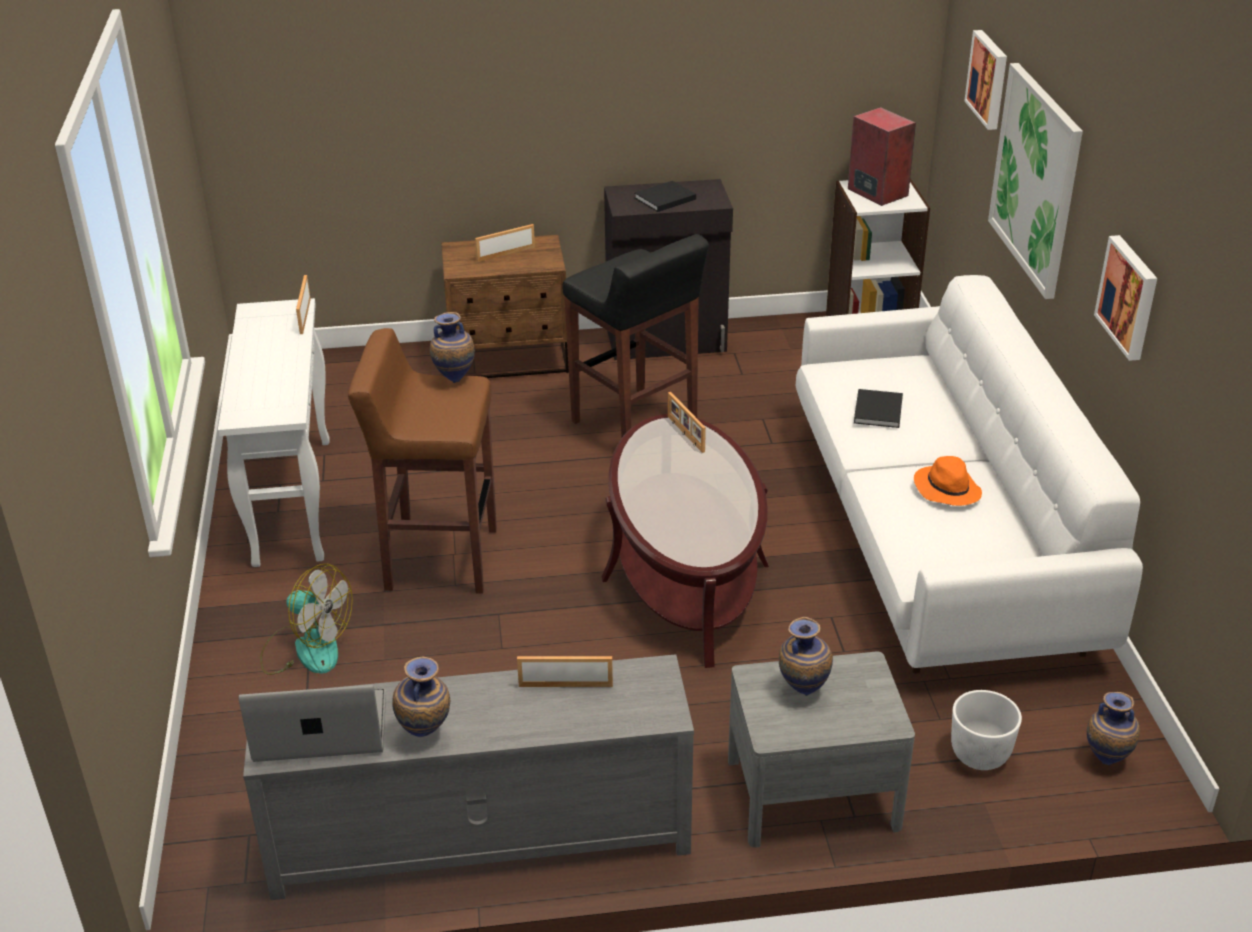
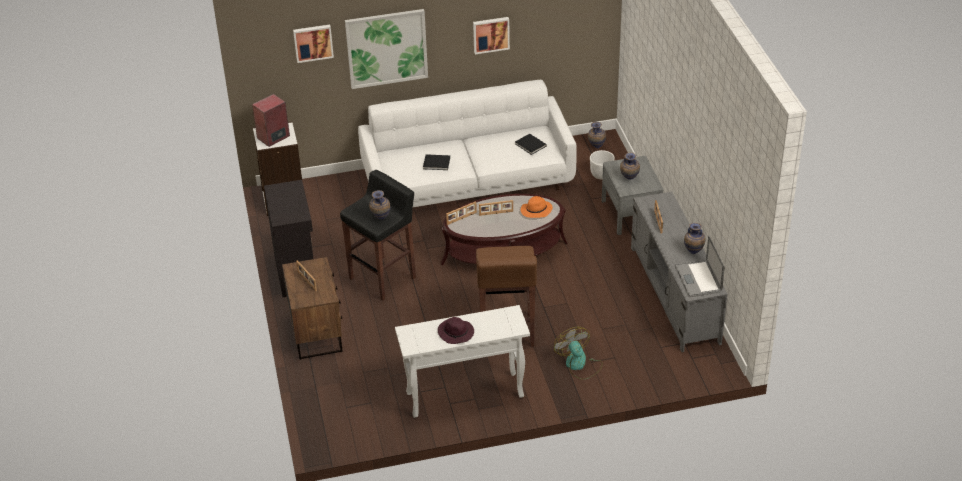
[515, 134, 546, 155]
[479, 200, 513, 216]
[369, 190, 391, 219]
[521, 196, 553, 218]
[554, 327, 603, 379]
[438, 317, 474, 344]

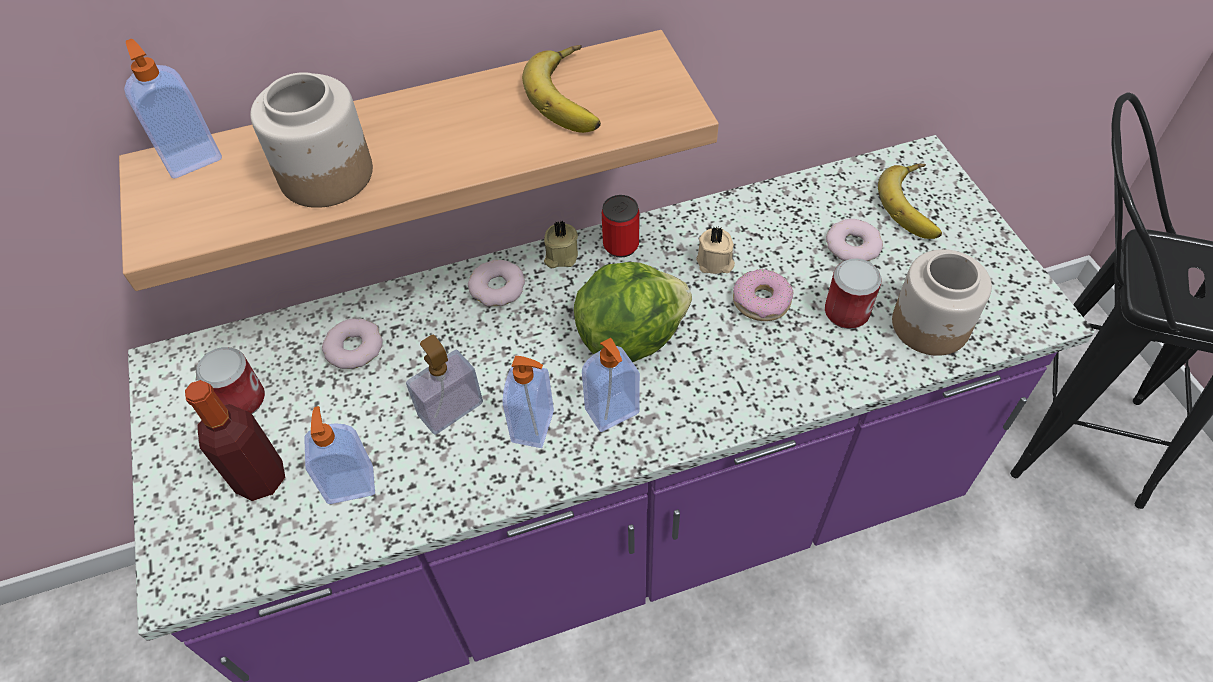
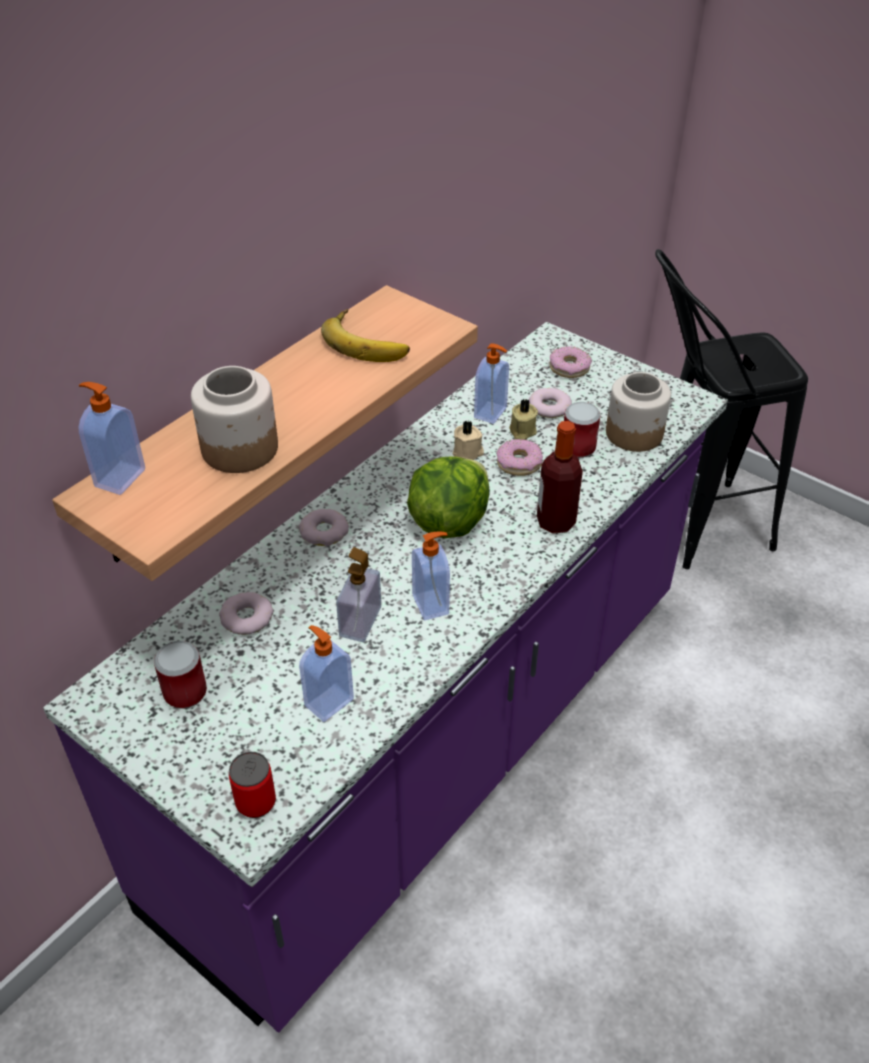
[549, 346, 592, 378]
[229, 752, 276, 818]
[509, 399, 538, 440]
[474, 344, 509, 424]
[537, 421, 583, 534]

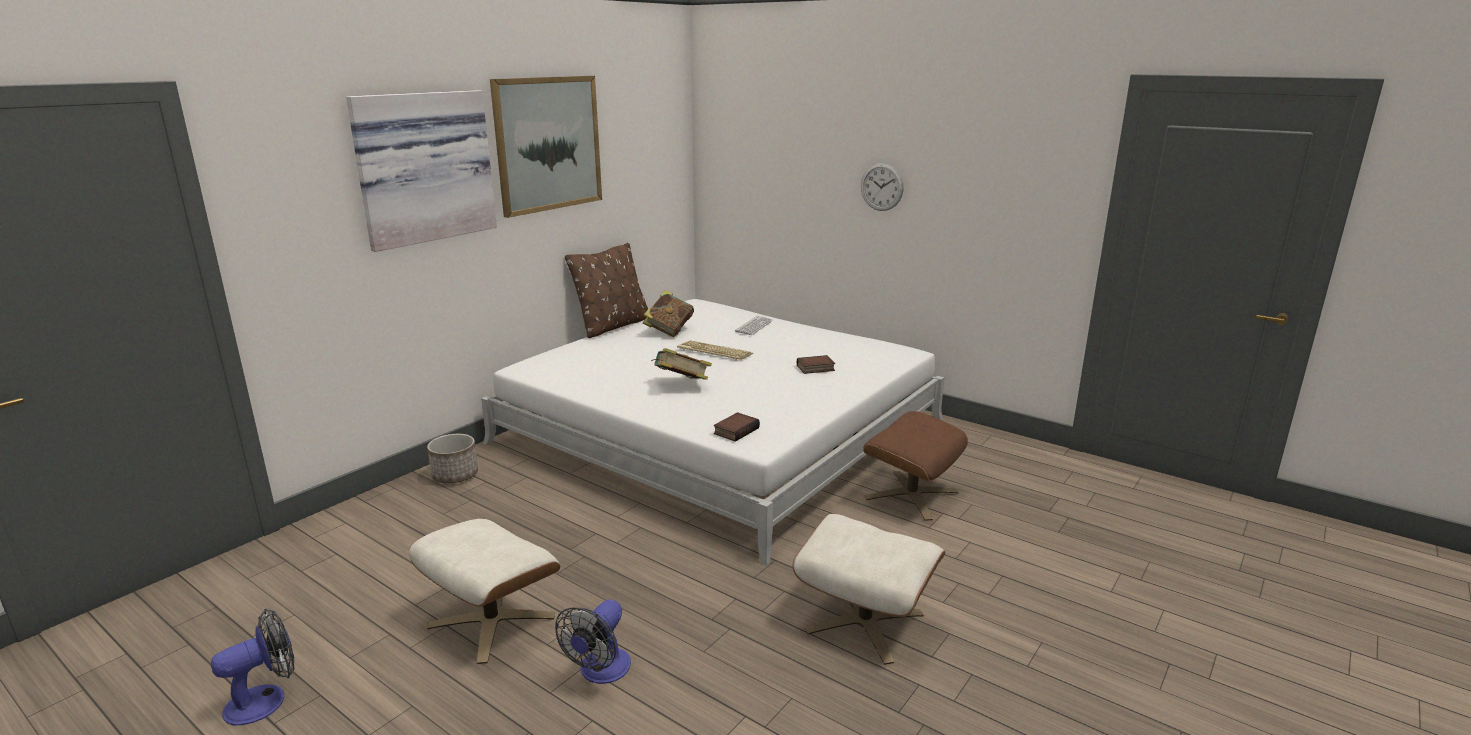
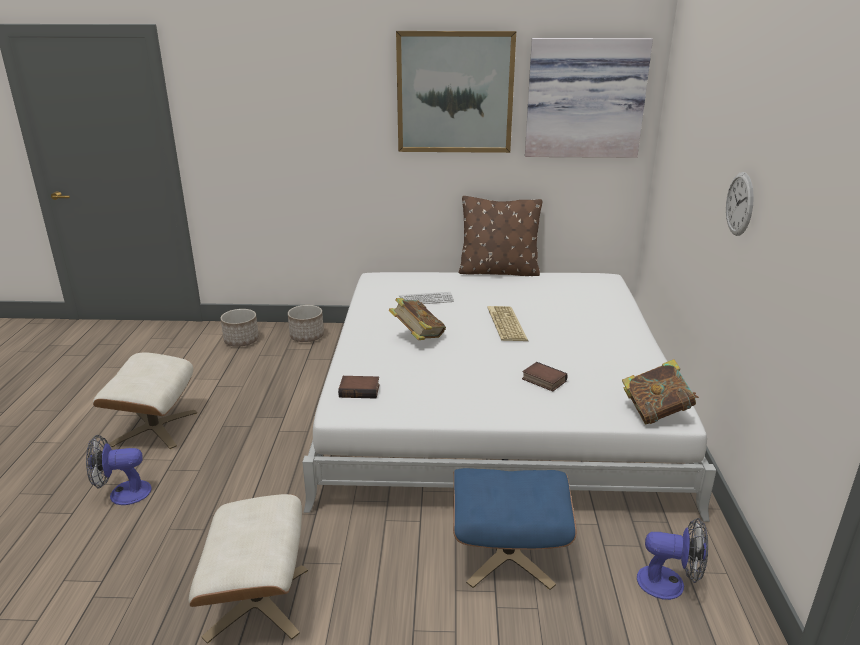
[525, 38, 653, 158]
[622, 359, 699, 425]
[399, 292, 454, 304]
[453, 468, 577, 590]
[637, 518, 708, 600]
[221, 309, 259, 347]

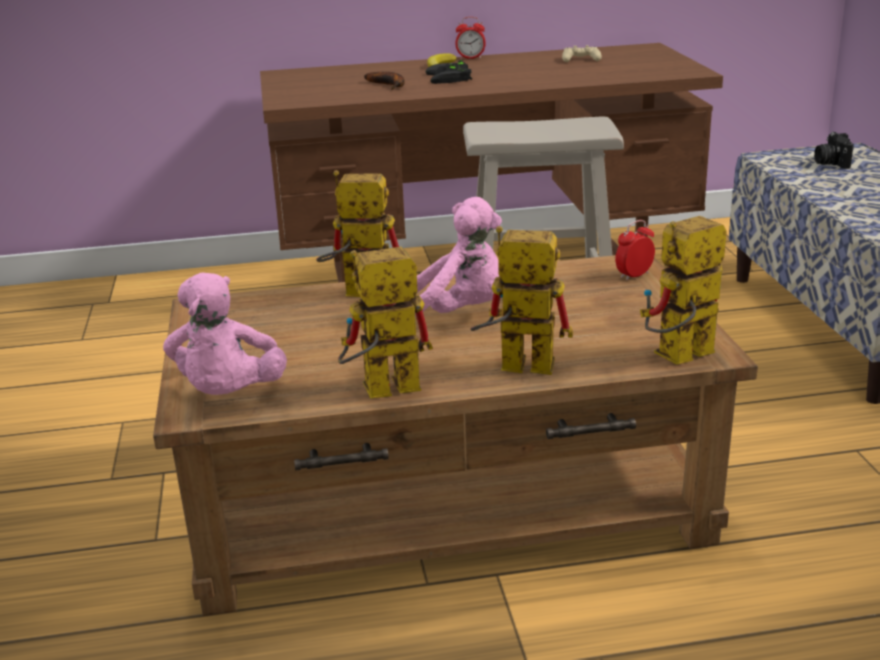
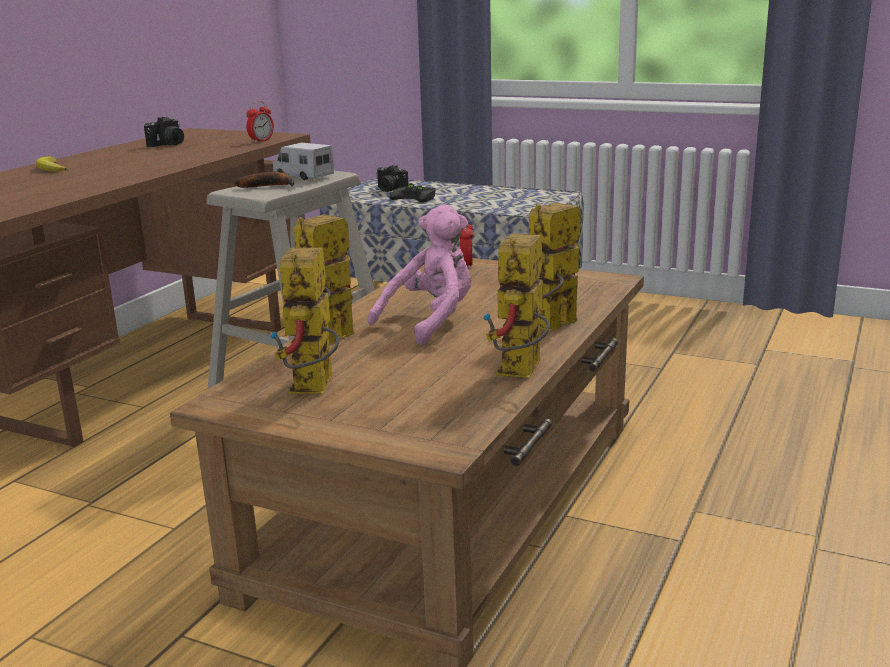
[246, 101, 274, 143]
[144, 117, 184, 147]
[390, 183, 436, 203]
[234, 172, 294, 188]
[269, 248, 340, 394]
[163, 273, 287, 395] (first image)
[273, 143, 334, 180]

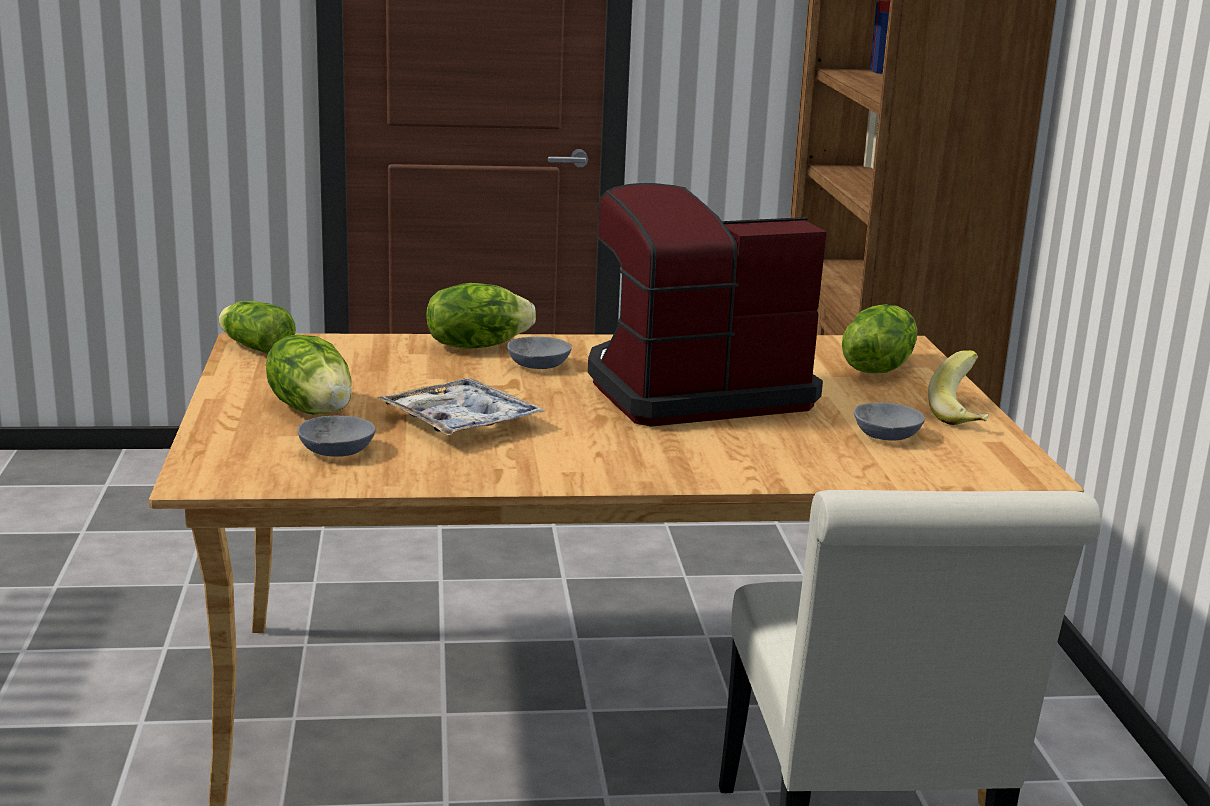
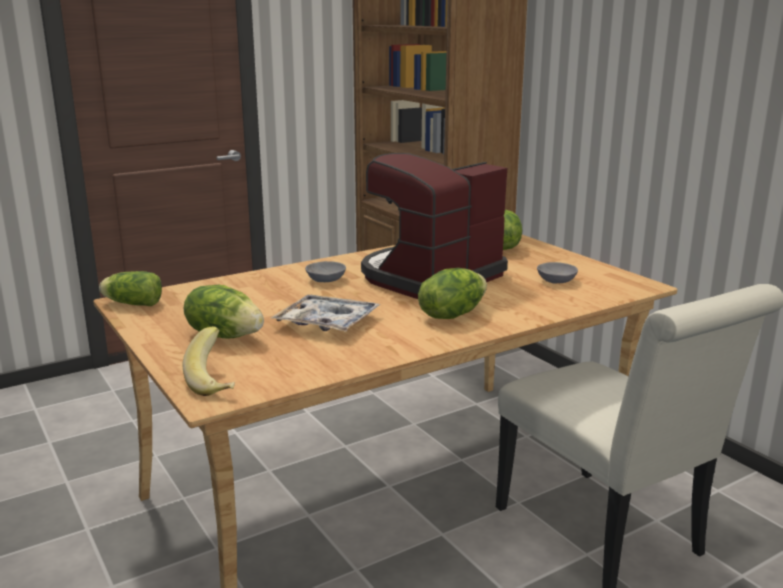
[418, 268, 487, 319]
[183, 326, 235, 396]
[297, 416, 375, 457] (first image)

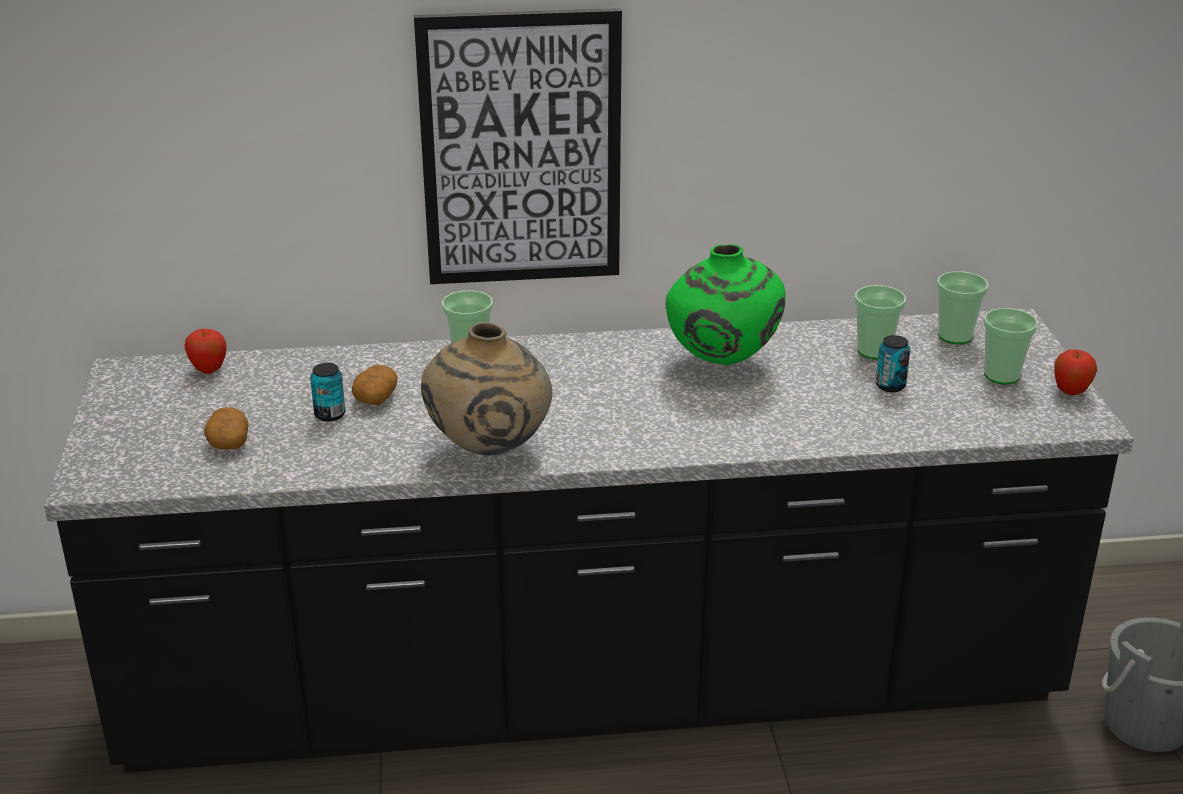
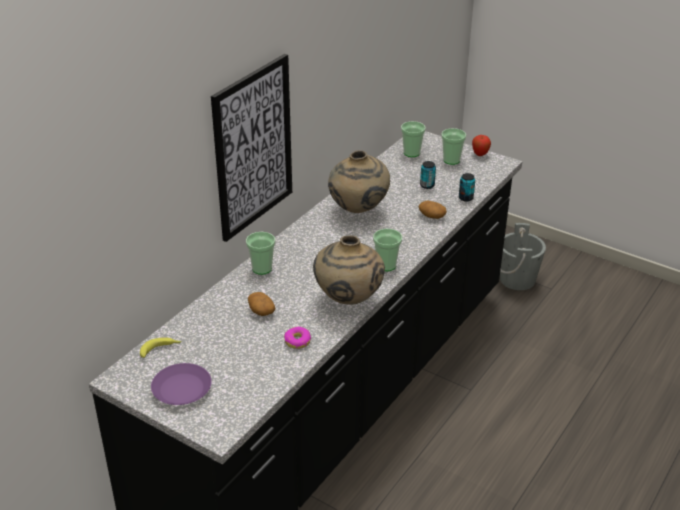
[328, 151, 390, 213]
[373, 229, 402, 271]
[140, 337, 181, 358]
[459, 173, 475, 202]
[419, 201, 447, 219]
[284, 327, 311, 349]
[151, 363, 212, 405]

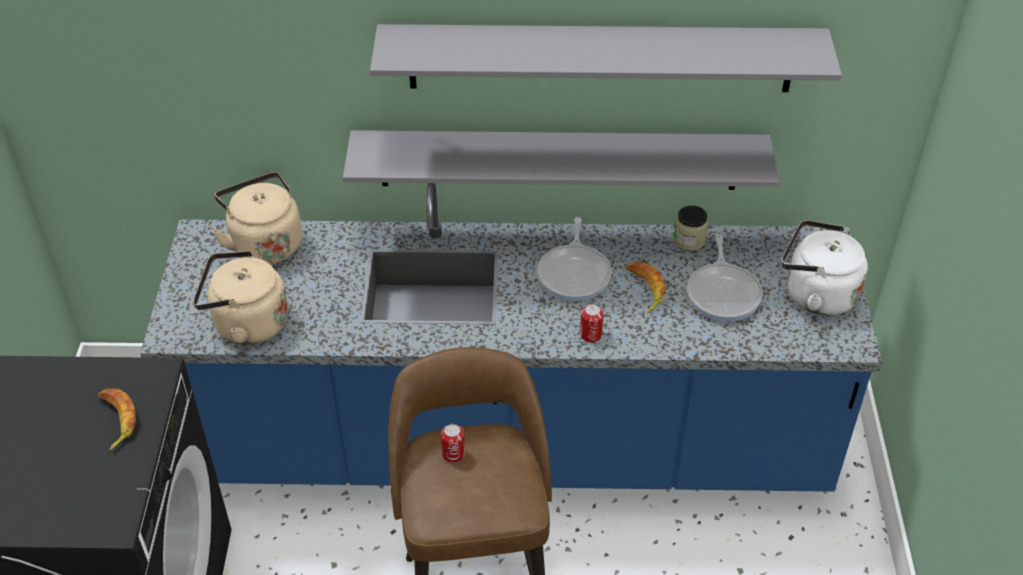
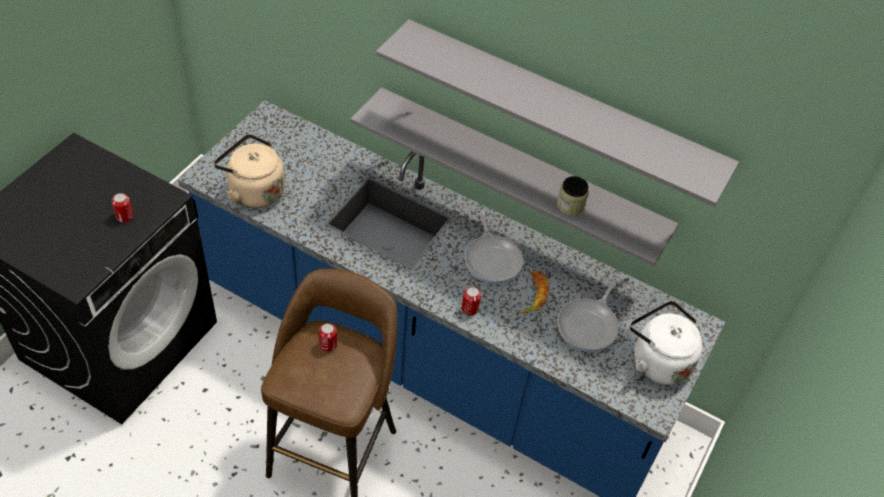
[212, 172, 302, 264] (first image)
[557, 176, 589, 216]
[465, 212, 523, 284]
[112, 193, 134, 223]

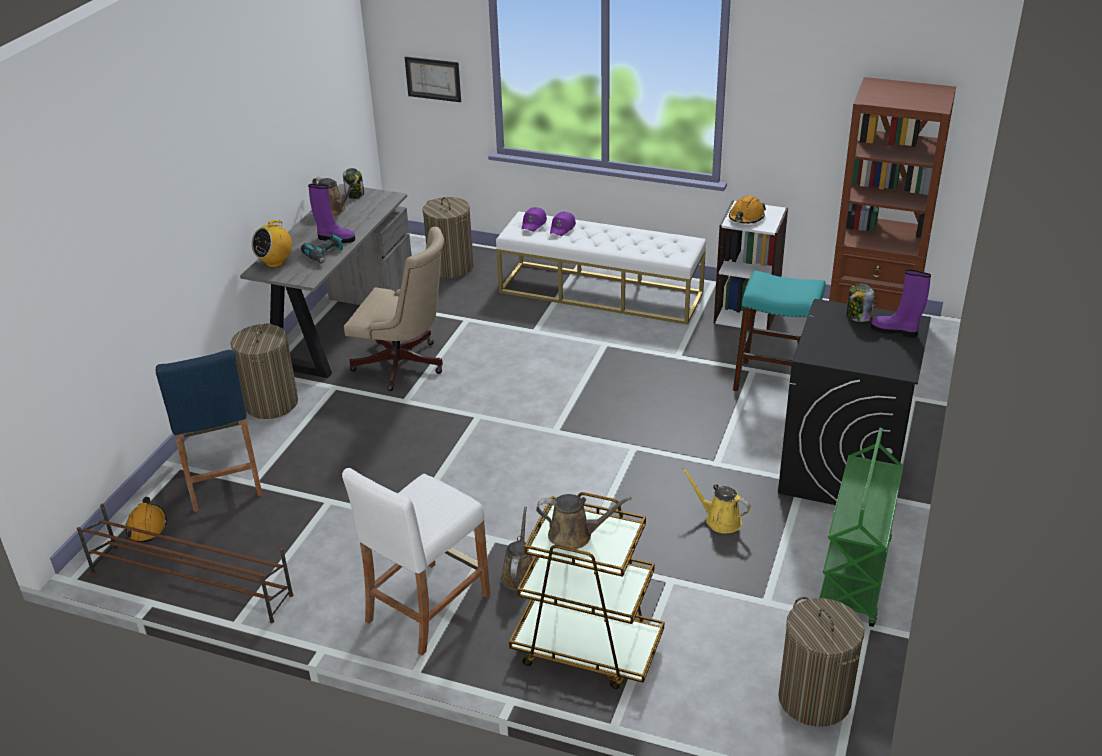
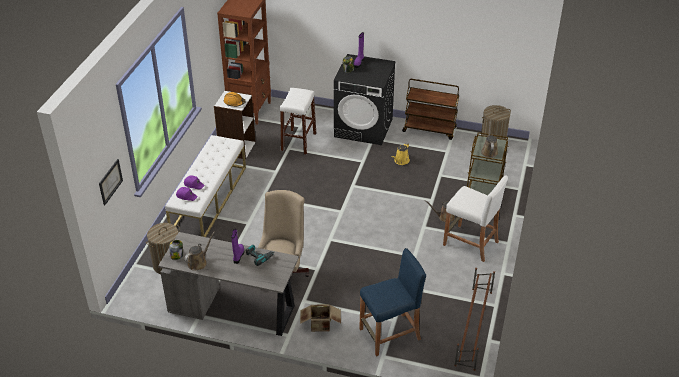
[252, 219, 292, 268] (first image)
[280, 88, 317, 155]
[300, 304, 341, 332]
[402, 79, 459, 140]
[125, 497, 167, 543] (first image)

